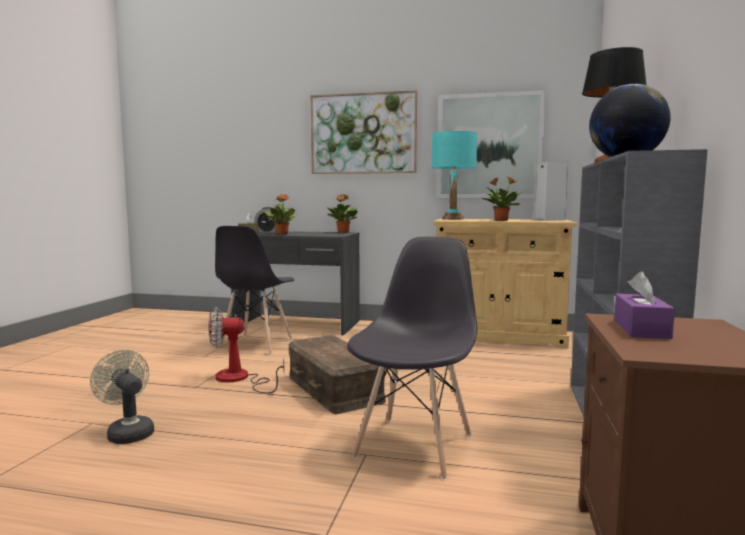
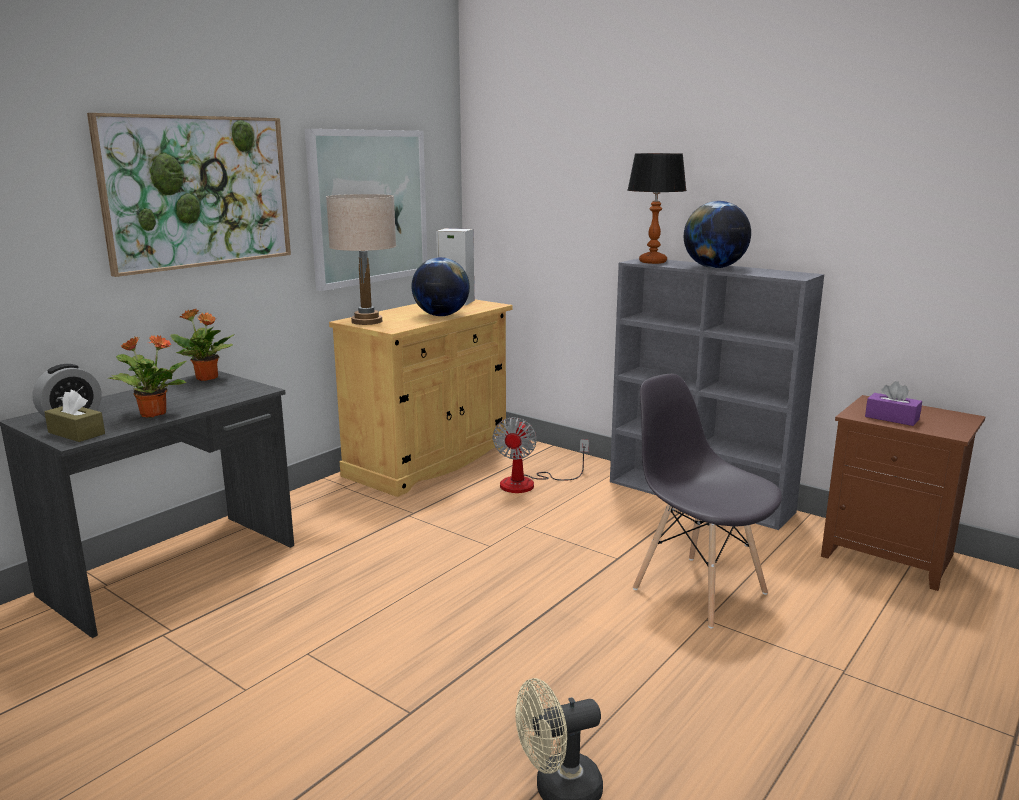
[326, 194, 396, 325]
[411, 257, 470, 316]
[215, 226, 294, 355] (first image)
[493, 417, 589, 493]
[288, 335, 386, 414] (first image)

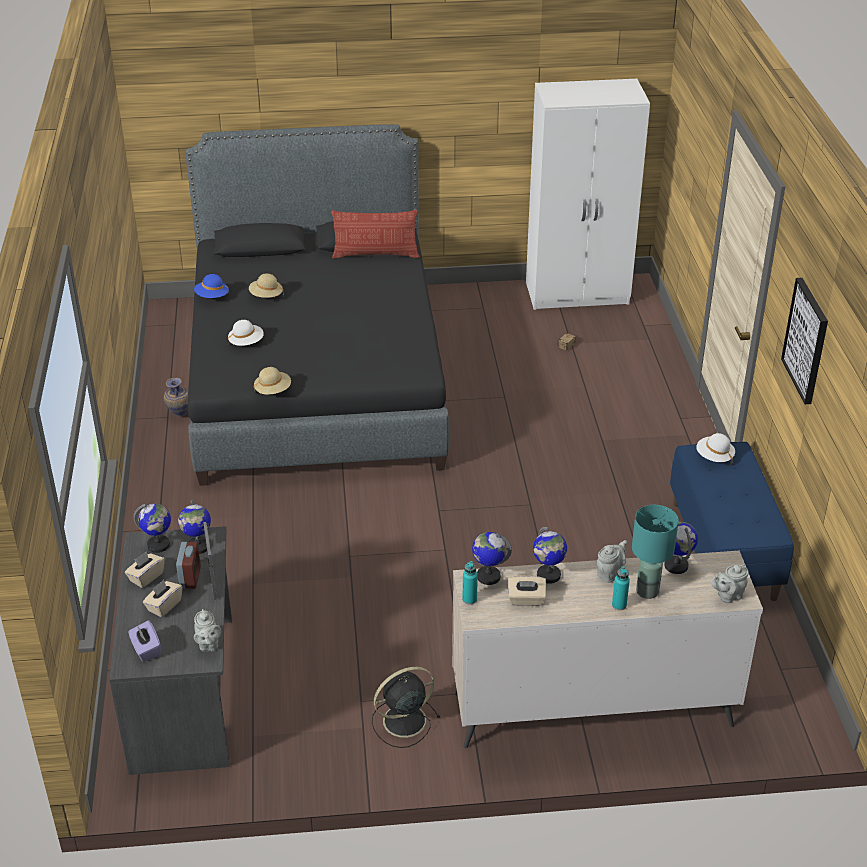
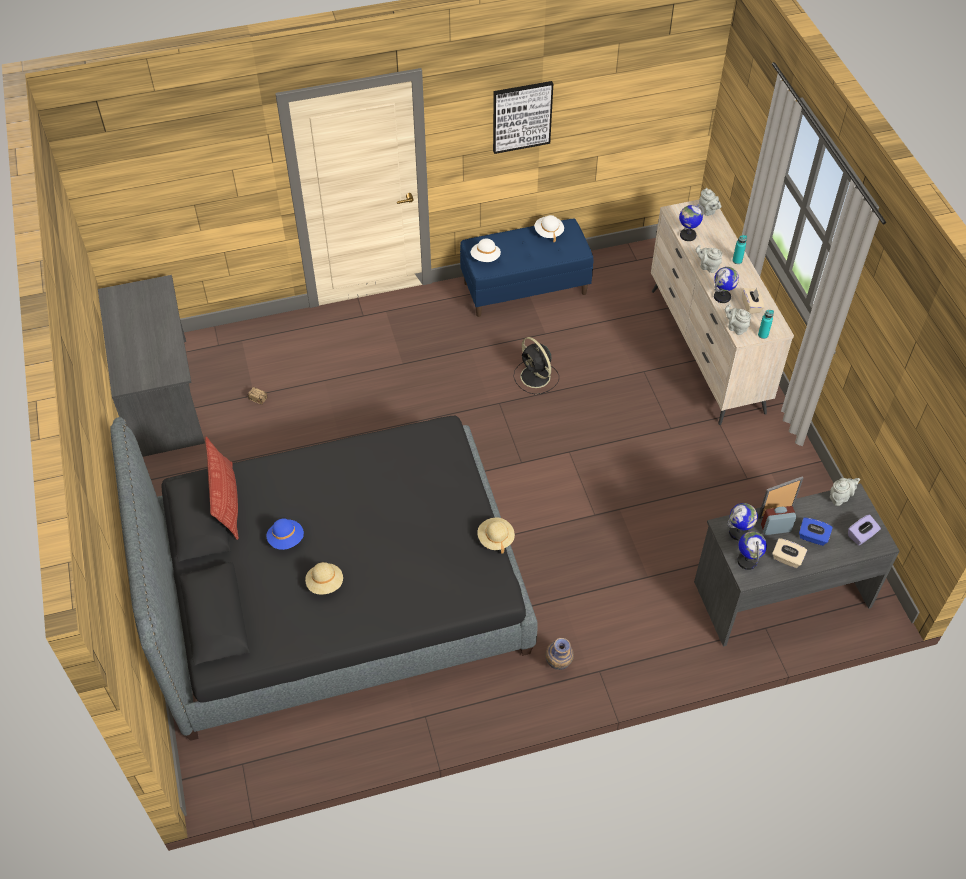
[98, 275, 205, 457]
[266, 518, 304, 550]
[535, 215, 564, 242]
[545, 638, 574, 670]
[632, 505, 679, 599] (first image)
[725, 304, 751, 335]
[799, 518, 833, 546]
[514, 337, 559, 394]

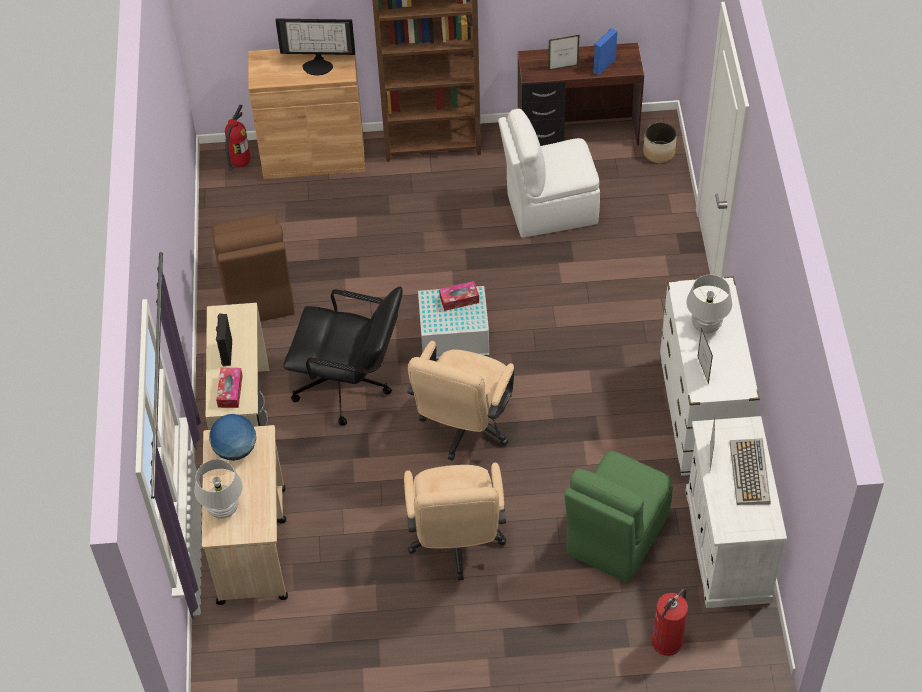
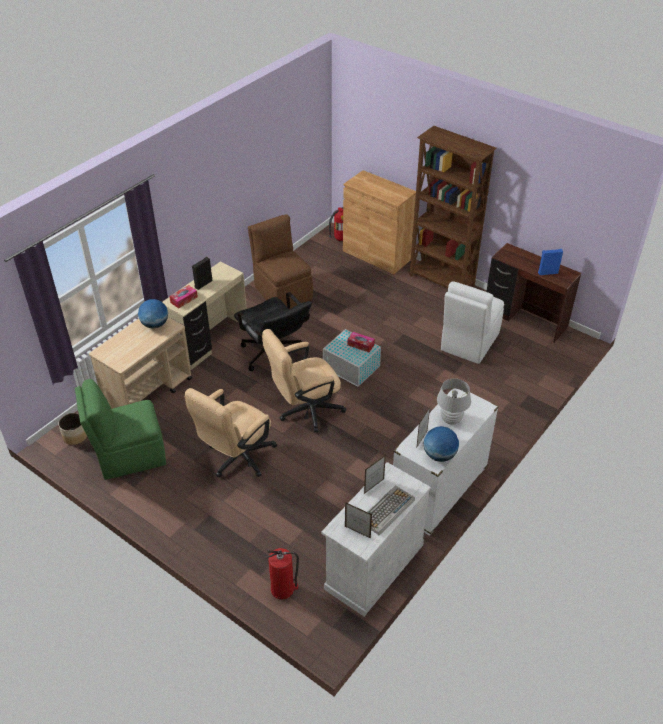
[276, 19, 355, 76] (first image)
[345, 502, 372, 538]
[441, 281, 504, 364]
[58, 413, 87, 445]
[248, 214, 313, 309]
[75, 379, 166, 480]
[194, 459, 243, 519] (first image)
[424, 426, 459, 462]

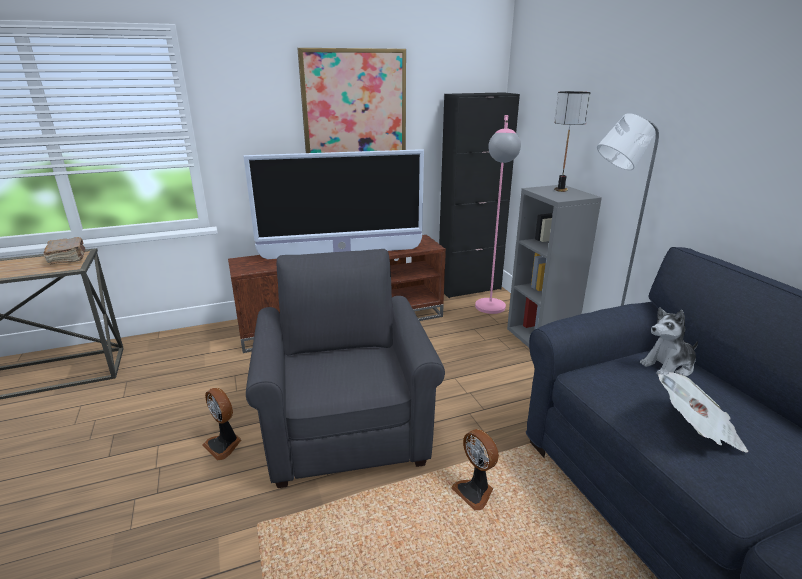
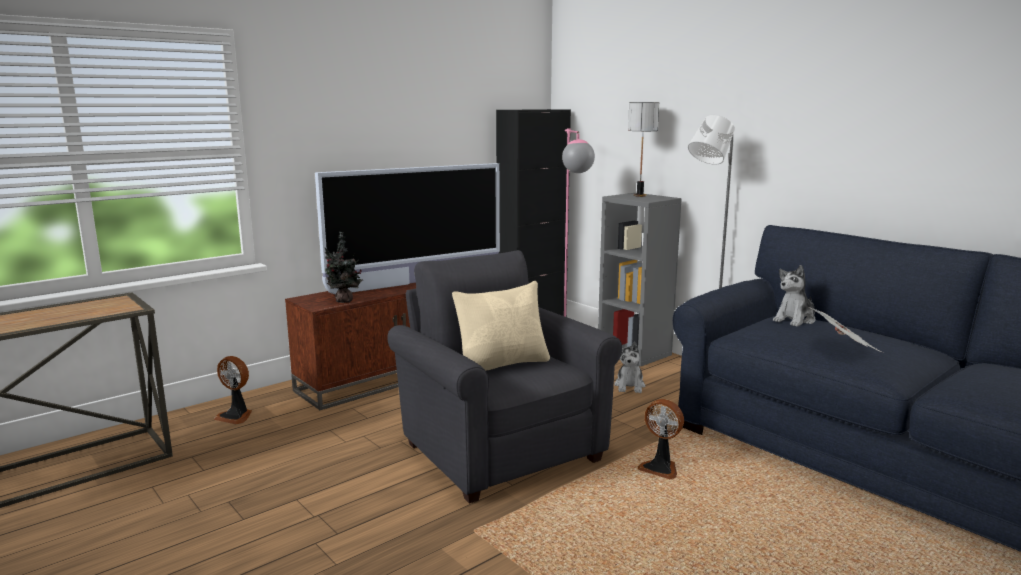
[297, 48, 406, 153] (first image)
[43, 237, 85, 264] (first image)
[213, 356, 252, 425]
[324, 232, 363, 303]
[452, 281, 550, 371]
[614, 342, 645, 393]

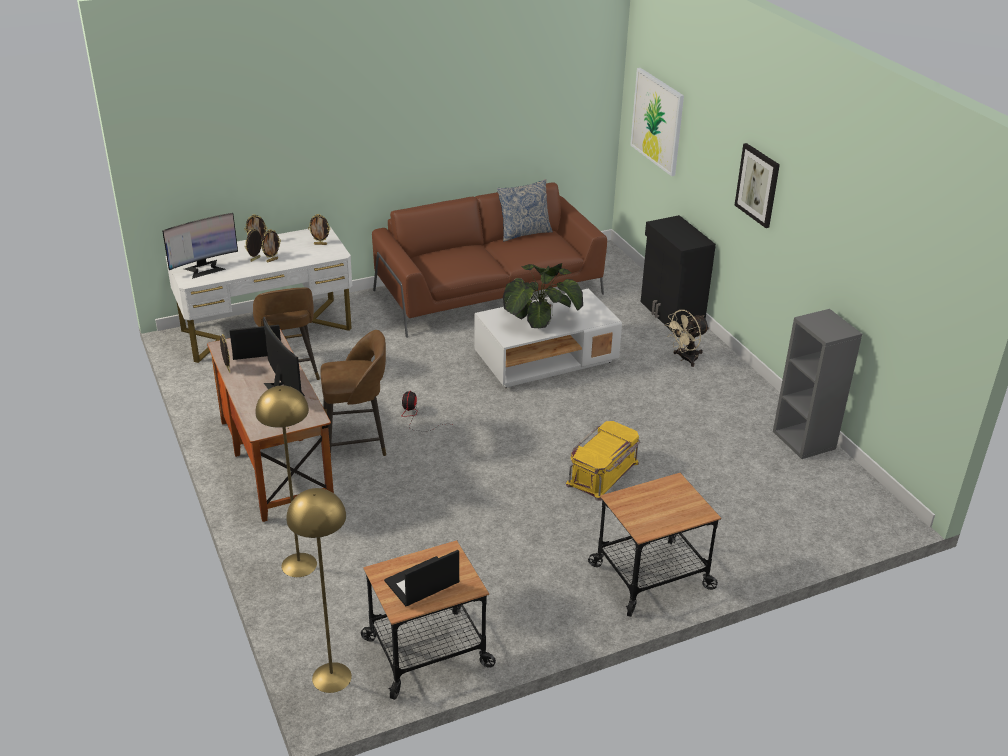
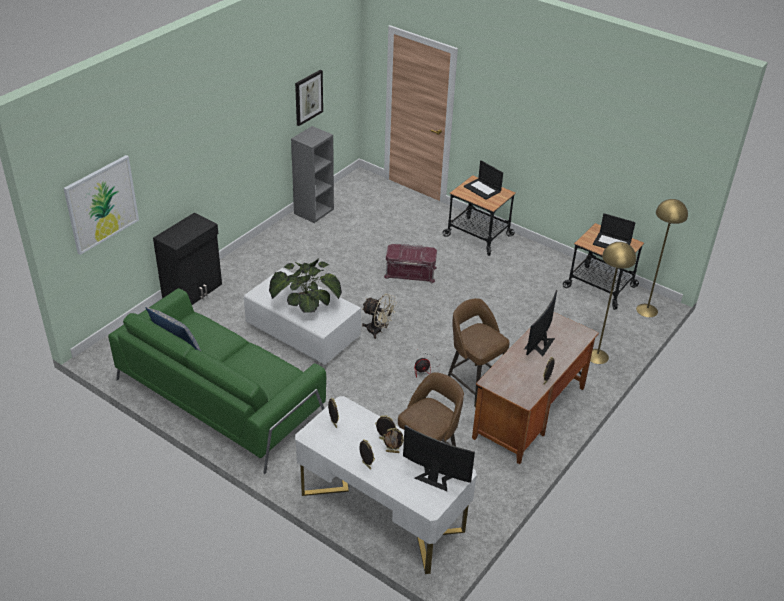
[295, 70, 323, 126]
[108, 288, 326, 474]
[362, 294, 397, 339]
[464, 160, 503, 200]
[384, 244, 437, 283]

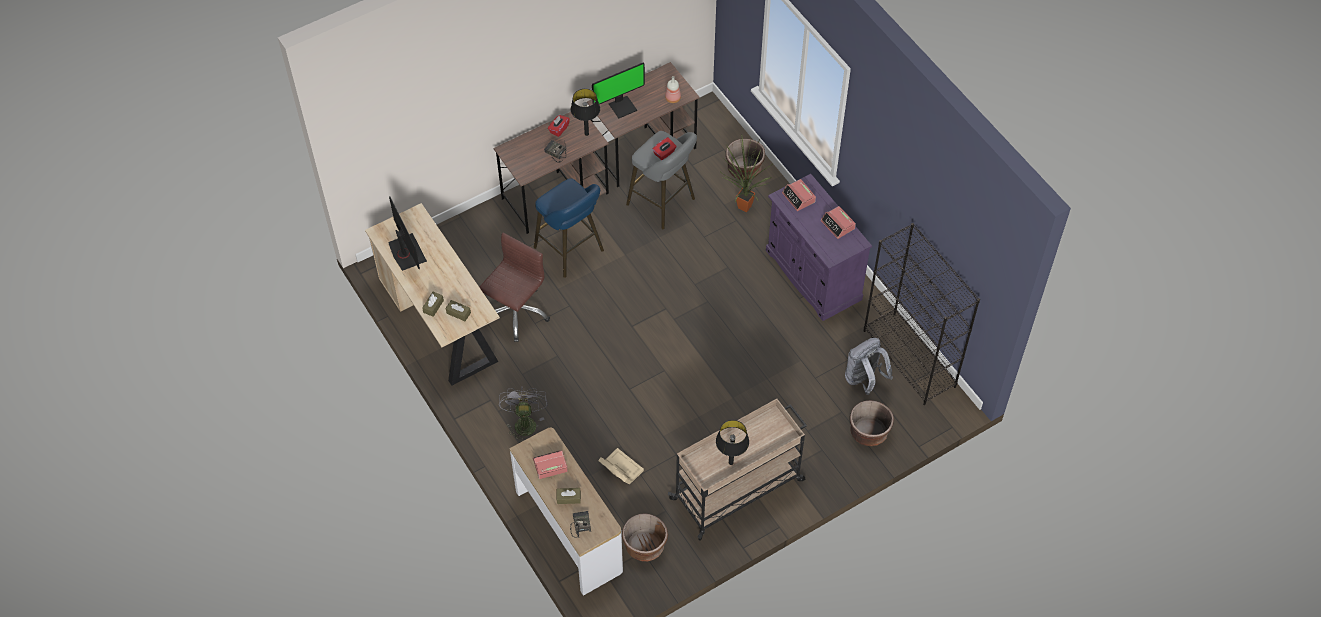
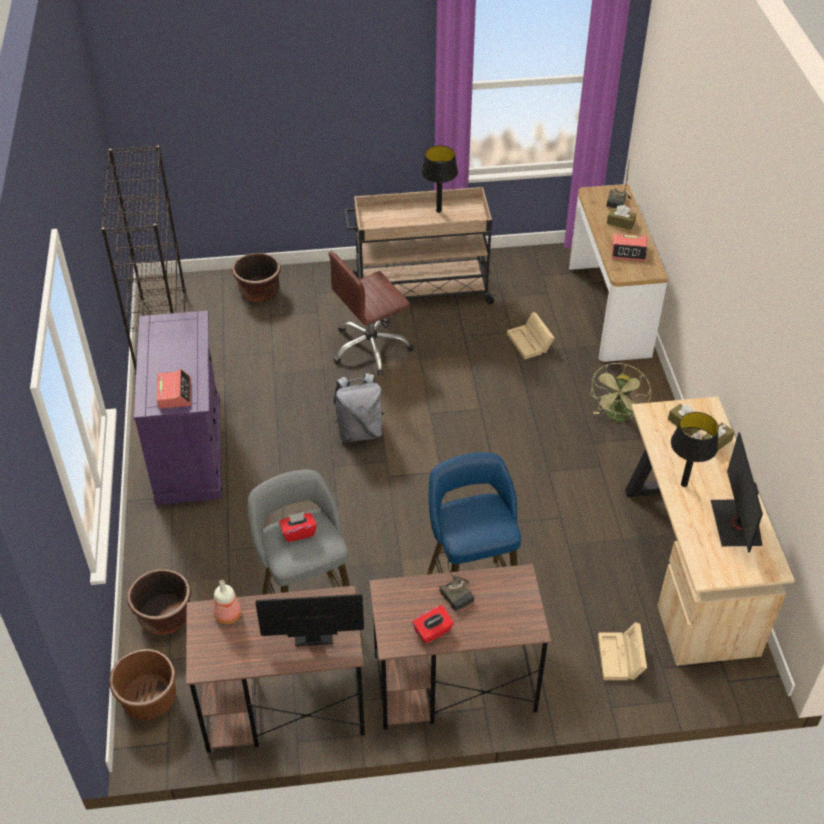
[671, 412, 719, 487]
[722, 136, 772, 212] (first image)
[821, 206, 856, 239] (first image)
[328, 251, 414, 376]
[333, 373, 384, 442]
[590, 363, 651, 422]
[109, 649, 176, 720]
[598, 622, 647, 680]

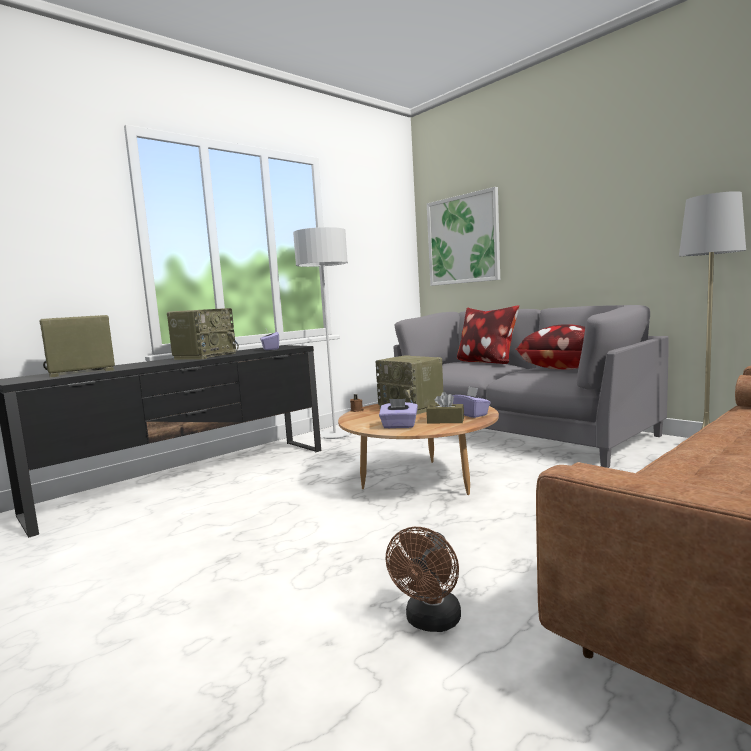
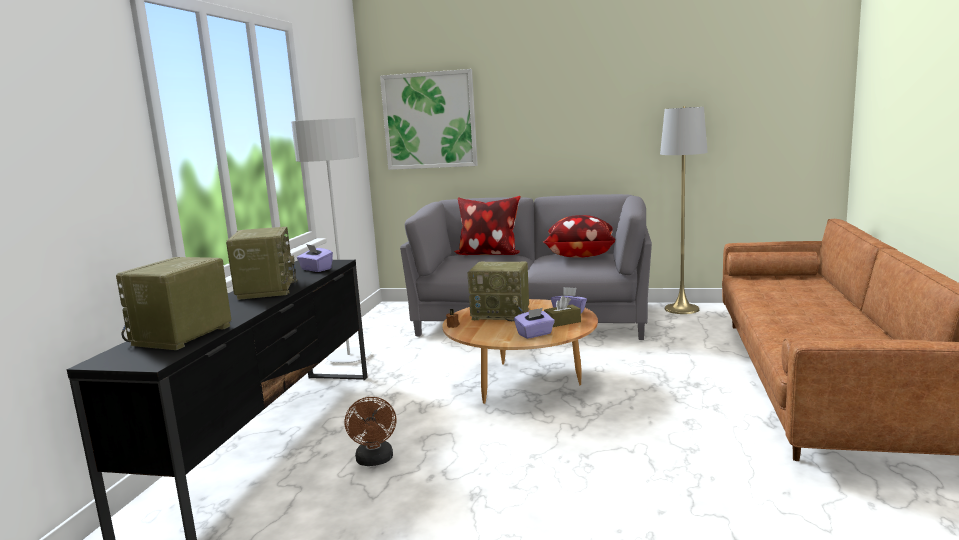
[345, 397, 396, 466]

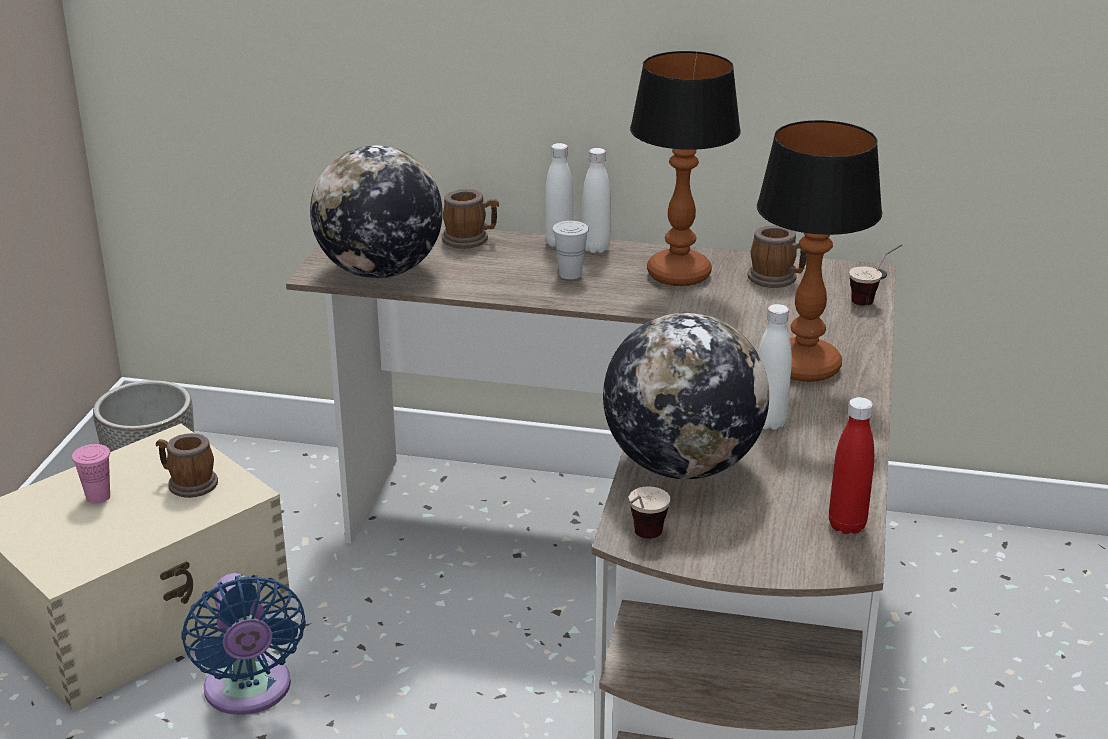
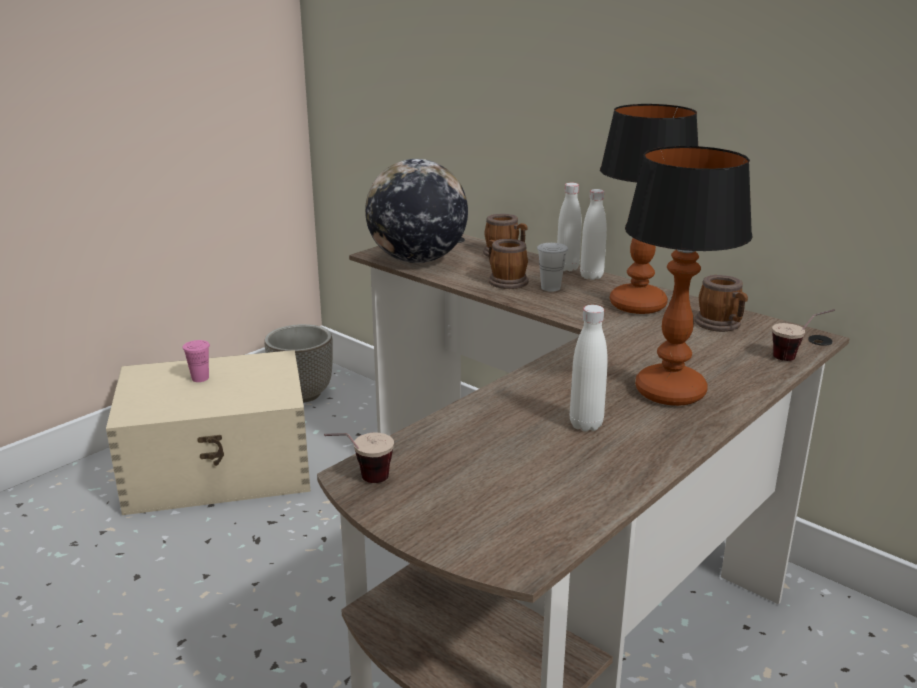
[603, 313, 769, 479] (first image)
[829, 397, 874, 534] (first image)
[488, 239, 528, 289]
[181, 573, 306, 715] (first image)

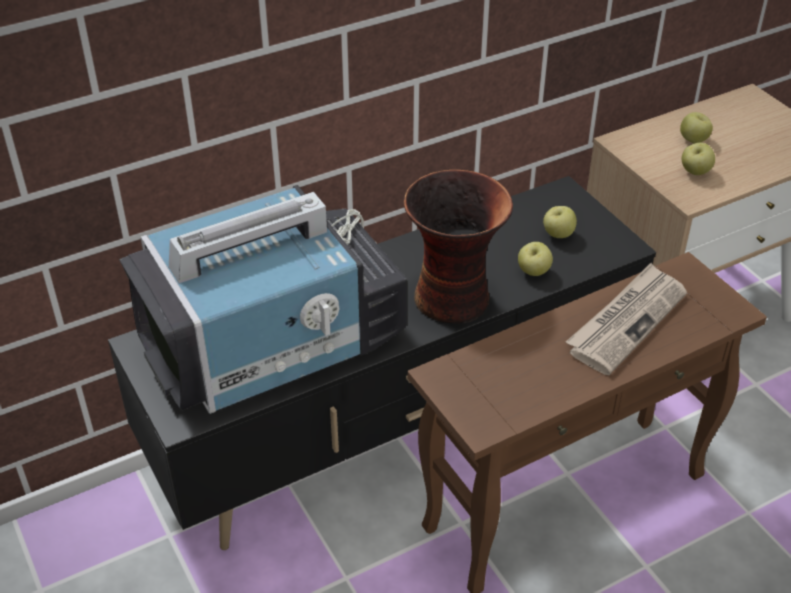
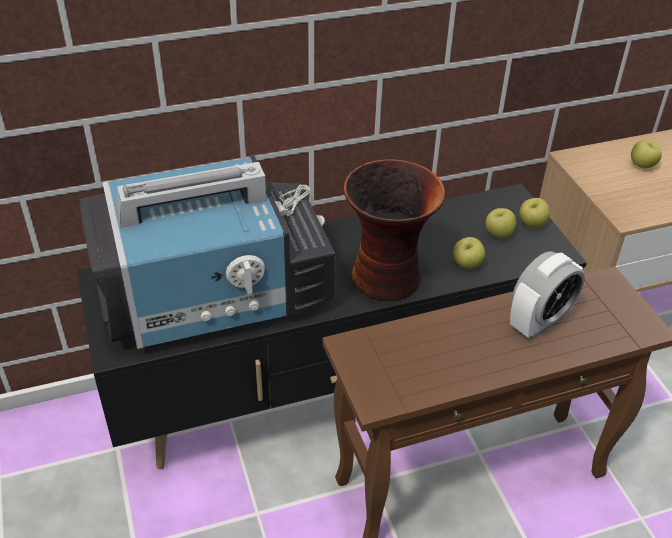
[519, 198, 550, 228]
[510, 251, 585, 339]

